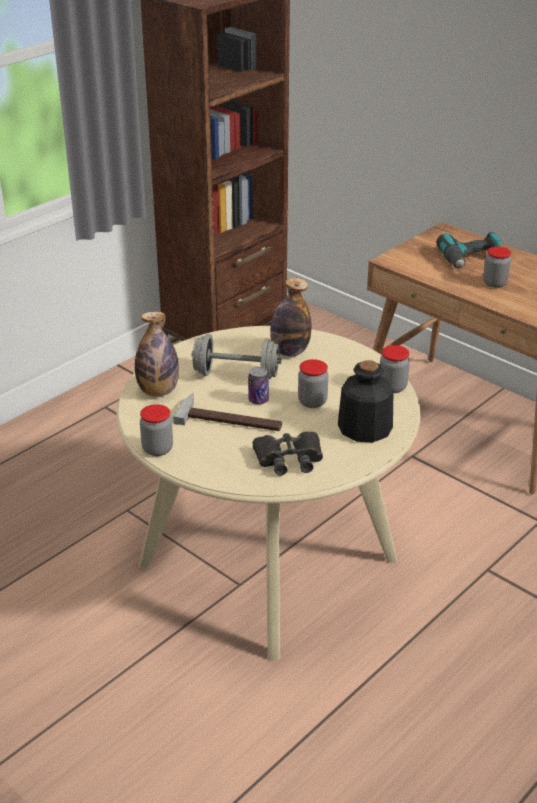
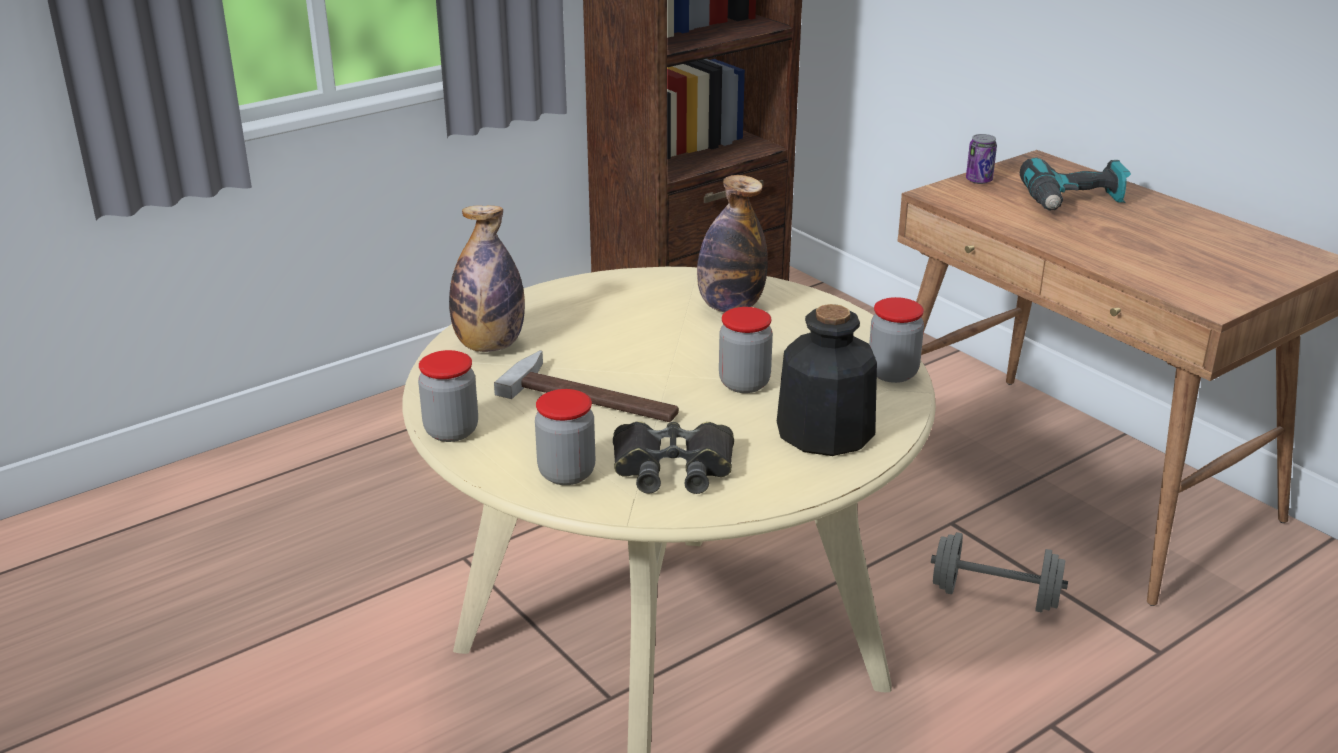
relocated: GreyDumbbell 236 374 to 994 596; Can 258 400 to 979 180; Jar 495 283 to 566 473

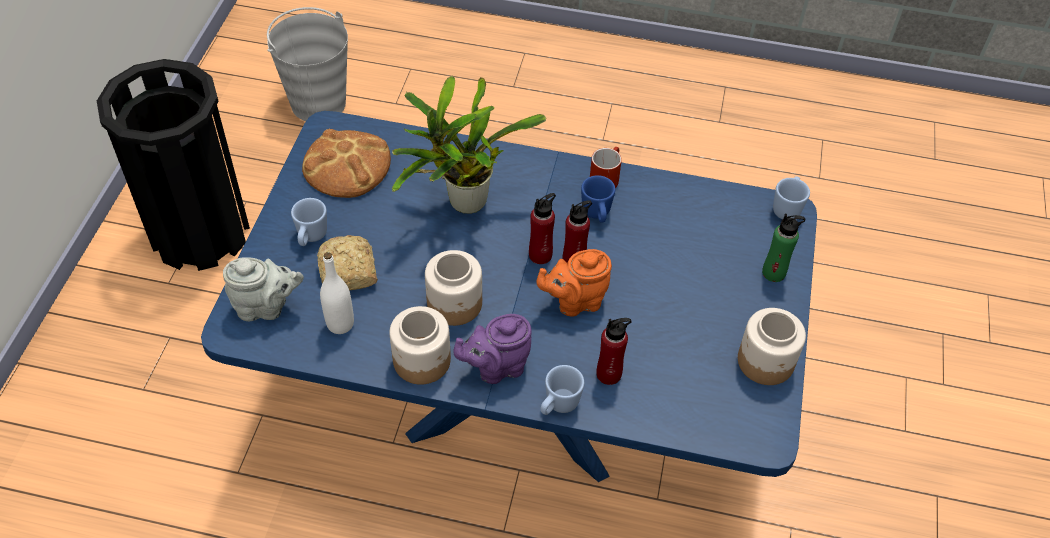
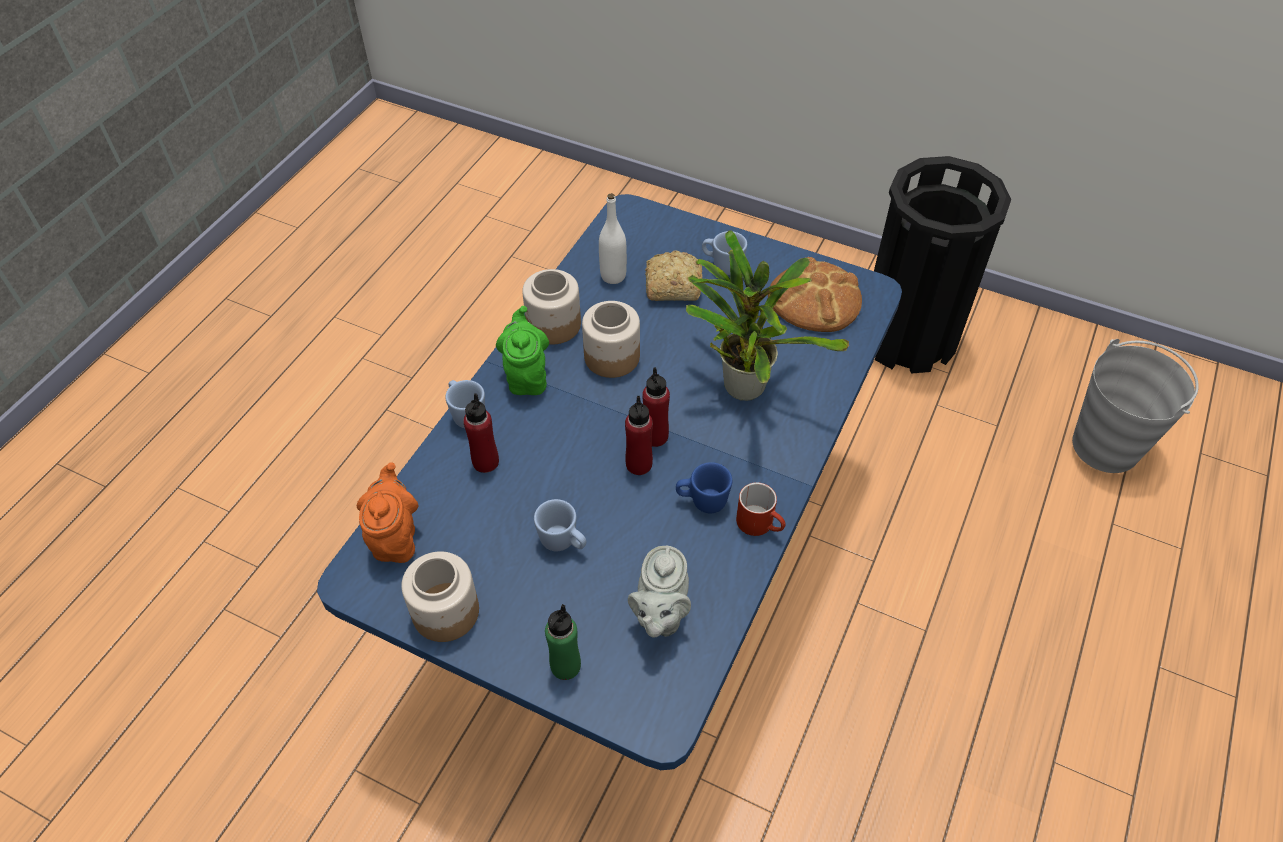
relocated: GreyTeapot 266 307 to 660 615; OrangeTeapot 575 301 to 395 537; BlueMug 787 208 to 563 542
colour: PurpleTeapot 496 367 to GreenTeapot 526 376

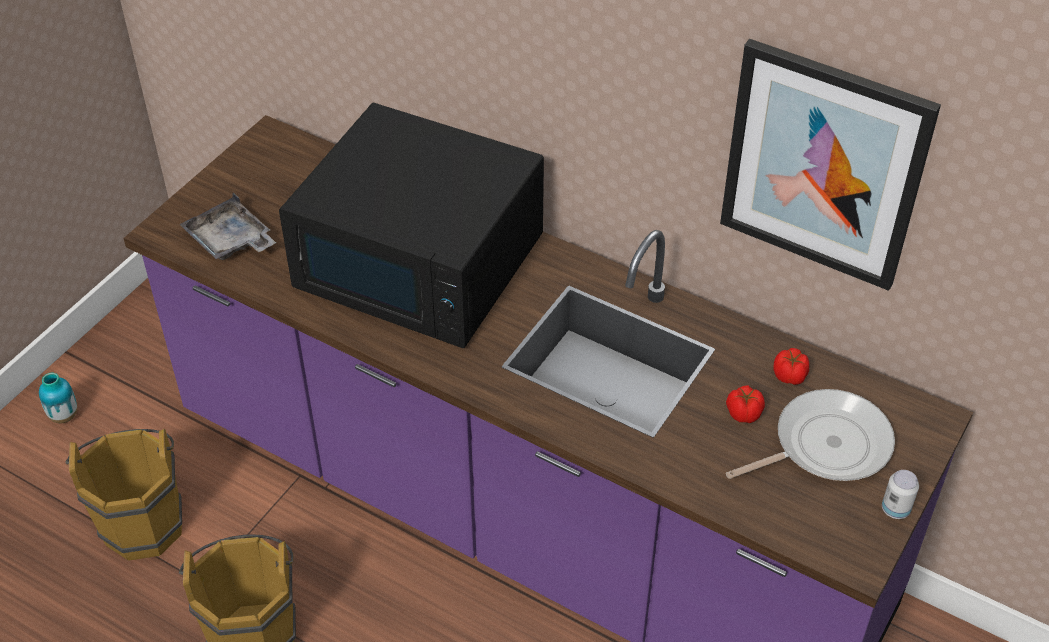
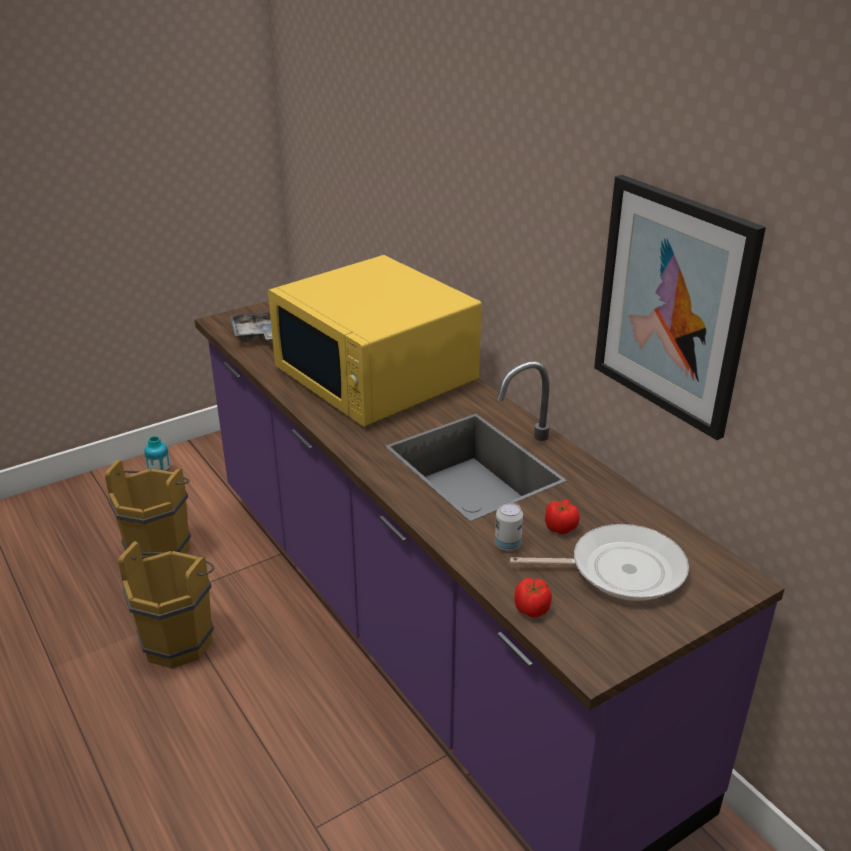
relocated: Tomato 790 376 to 532 610; Can 895 509 to 507 545
colour: BlackMicrowave 421 264 to YellowMicrowave 376 376

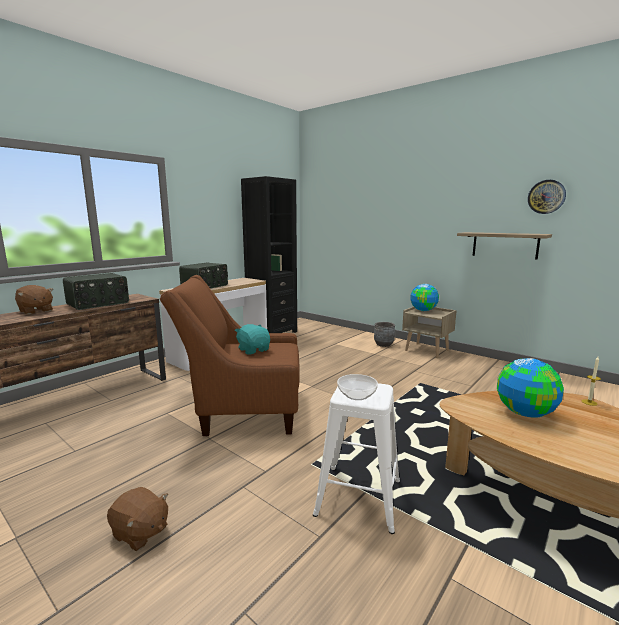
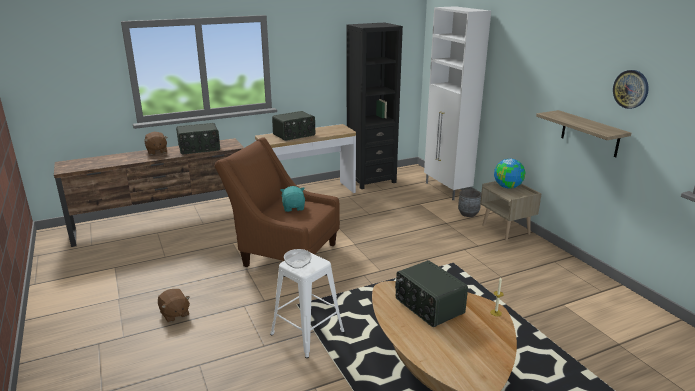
appeared: WhiteCabinet 447 190
exchanged: Globe 525 413 to Radio 428 306

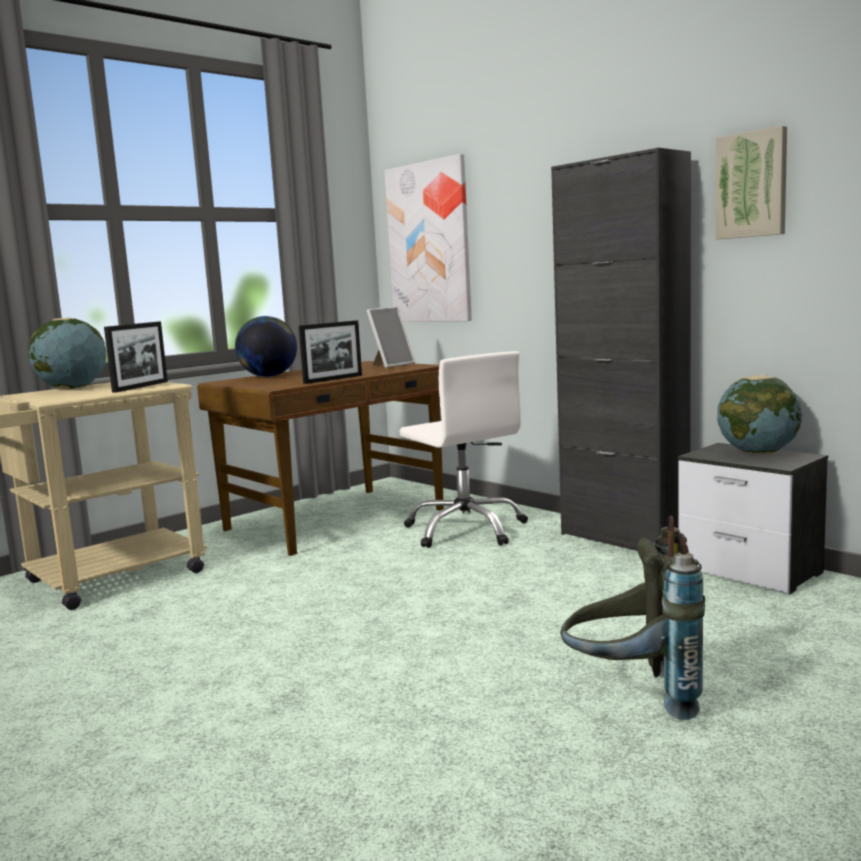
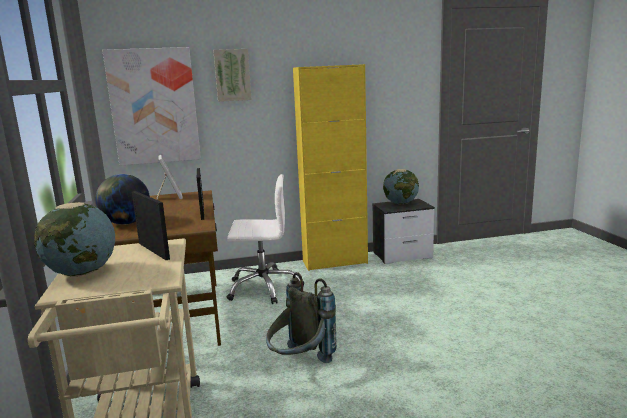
relocated: GreyBackpack 633 695 to 300 364; Picture 752 185 to 232 75
colour: BlackCabinet 623 539 to YellowCabinet 335 262

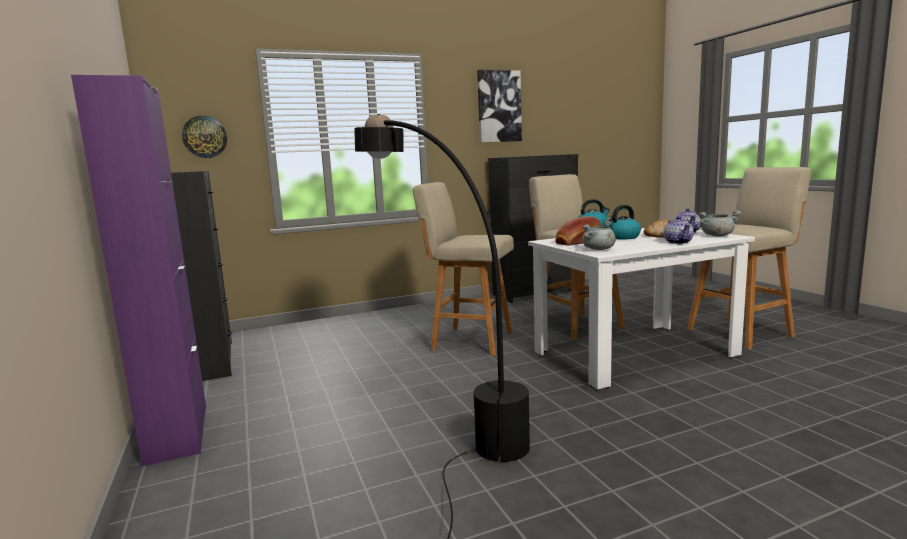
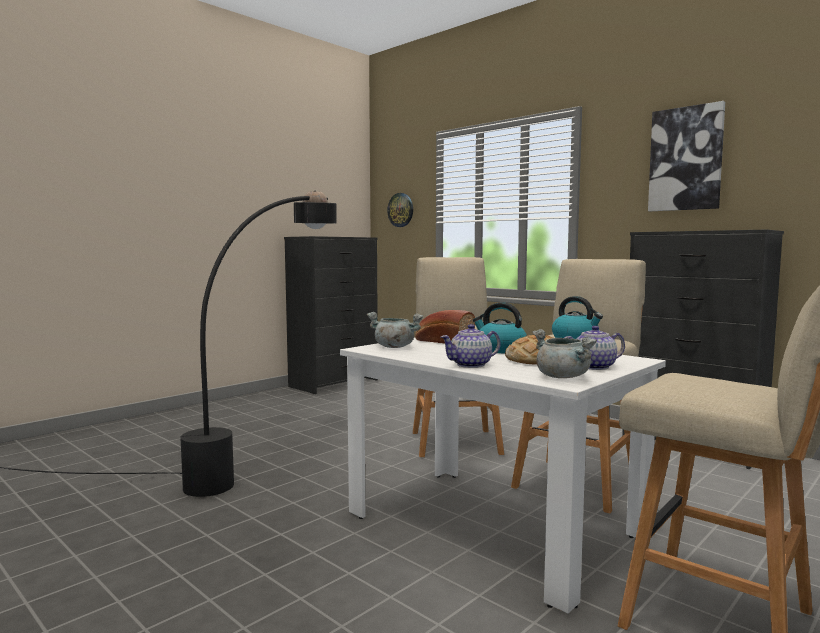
missing: PurpleCabinet 177 433

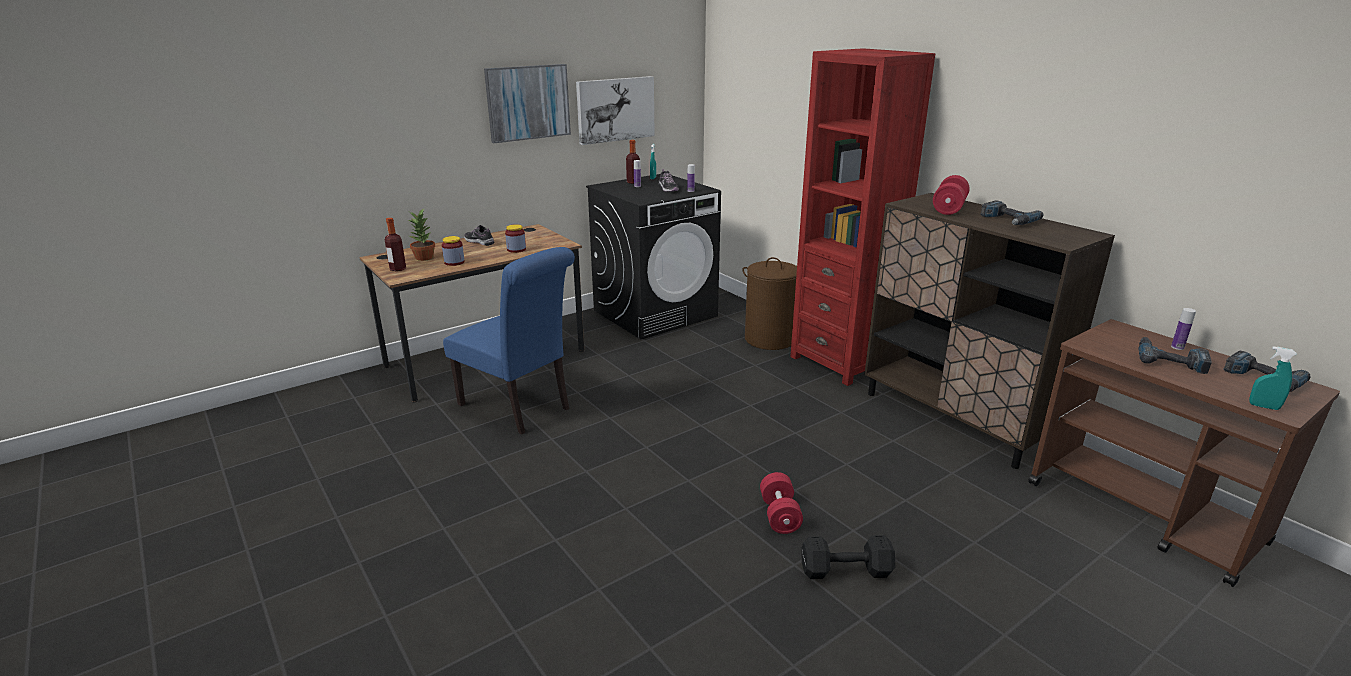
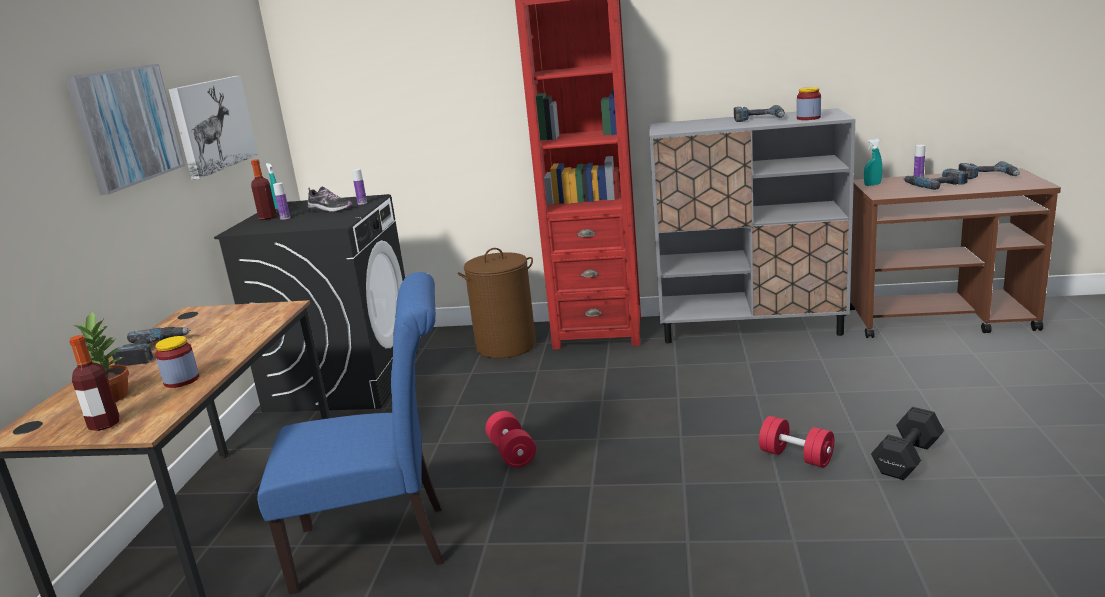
relocated: Jar 516 249 to 808 118; RedDumbbell 949 208 to 512 453; TurquoiseSprayBottle 1263 406 to 872 185
exchanged: Shoe 479 242 to PowerDrill 151 351
colour: BrownCabinet 955 419 to GreyCabinet 750 327

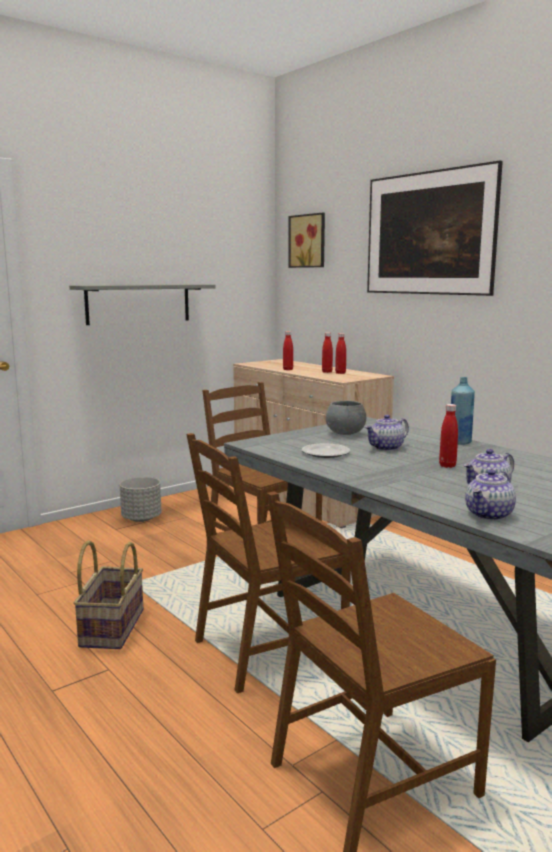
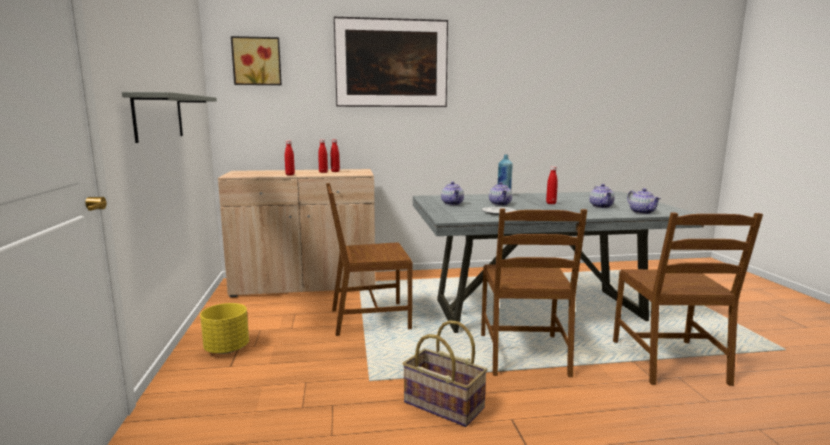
exchanged: GreyBowl 346 433 to Teapot 452 203
colour: GreyPlanter 142 518 to YellowPlanter 227 349

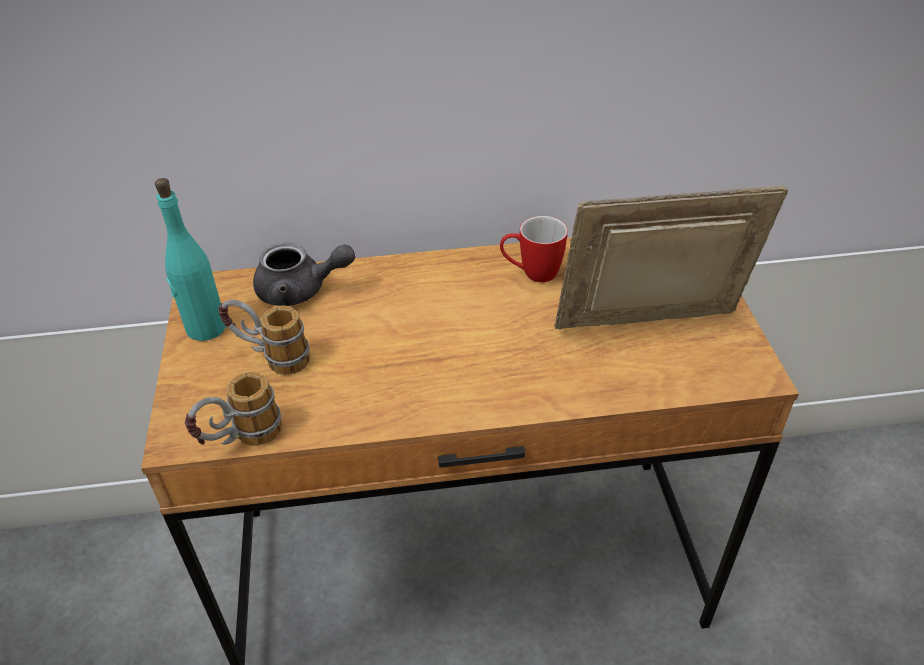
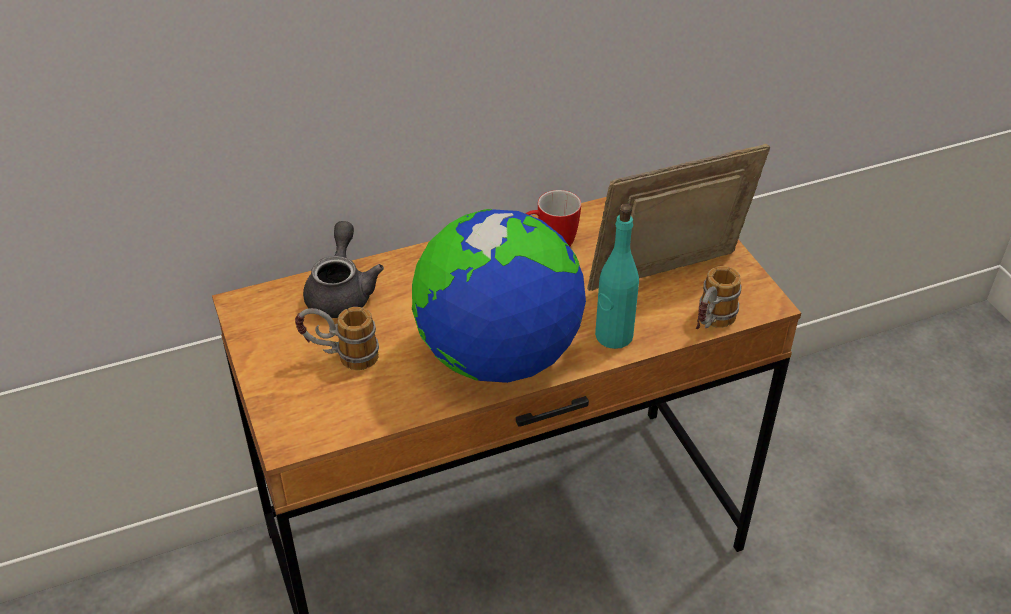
appeared: Globe 498 357
relocated: TurquoiseBottle 205 328 to 613 336; Mug 241 441 to 710 326
spun: GreyTeapot 301 290 = 342 292 75 degrees counterclockwise

